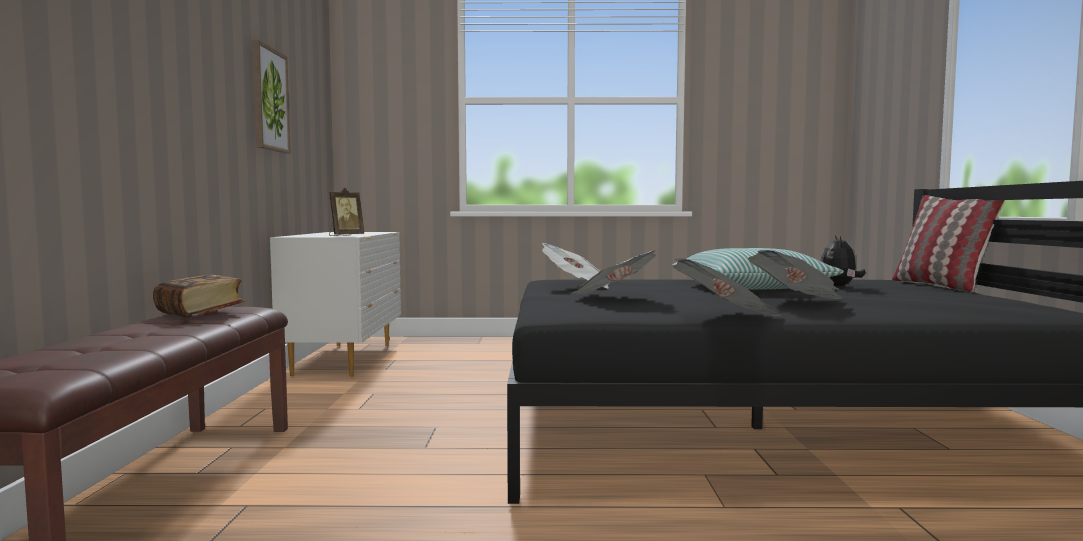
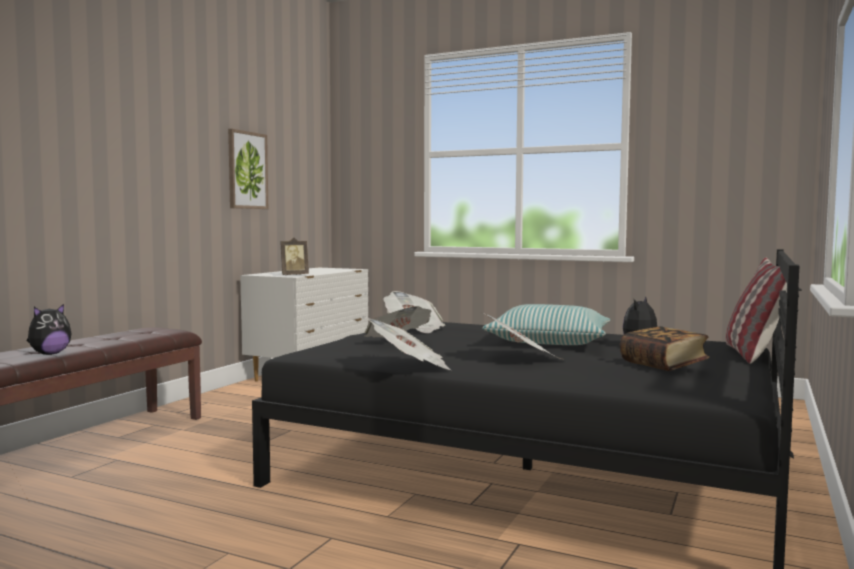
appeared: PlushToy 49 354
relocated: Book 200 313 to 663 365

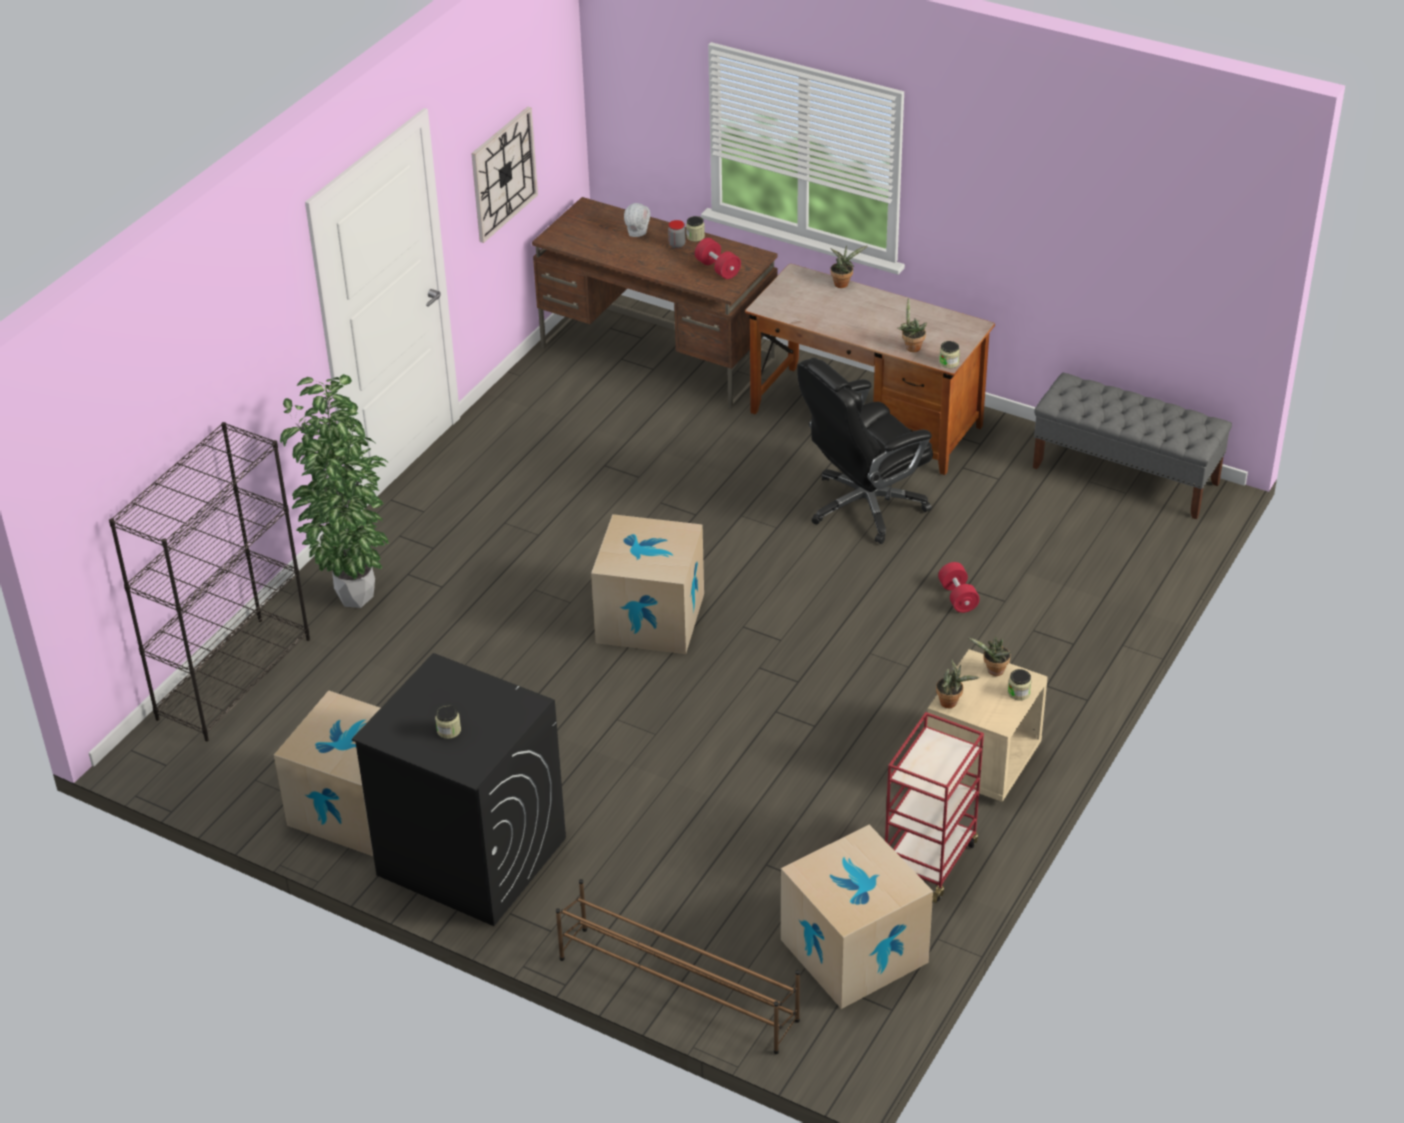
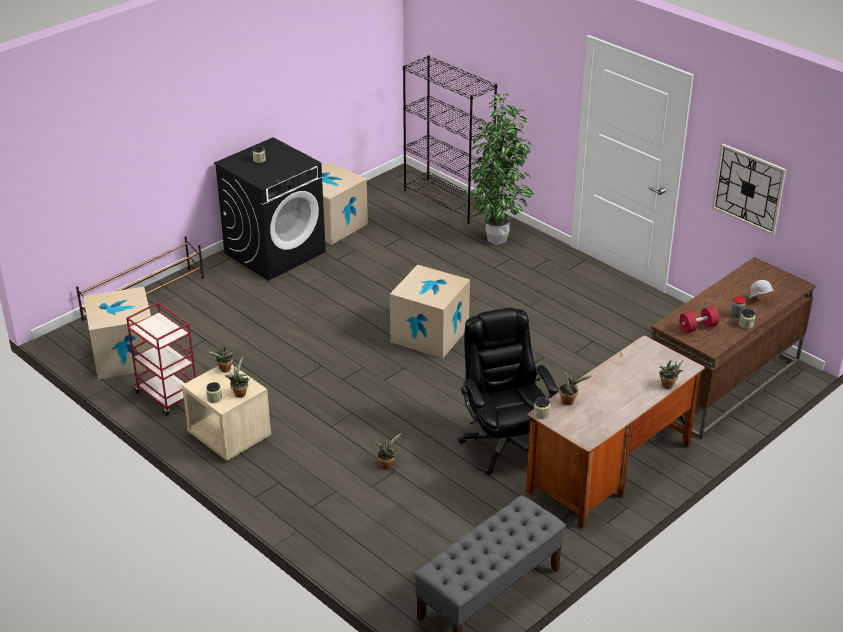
exchanged: RedDumbbell 958 597 to PottedPlant 386 464

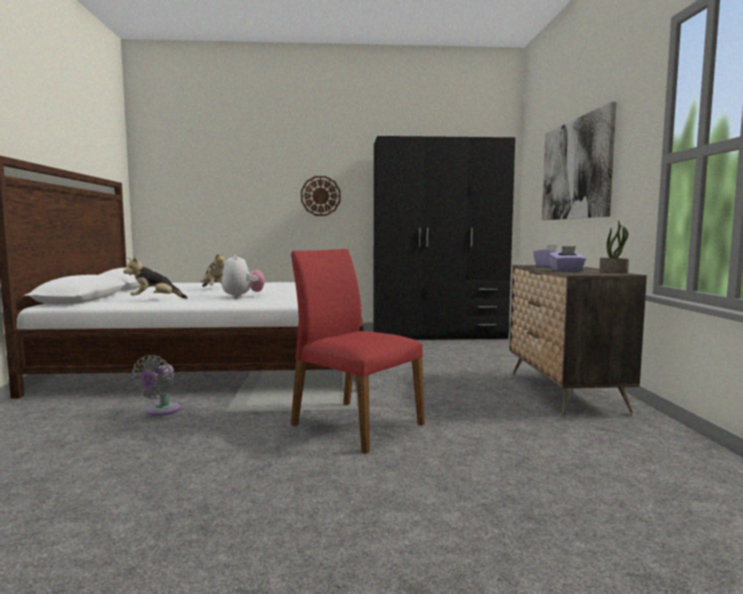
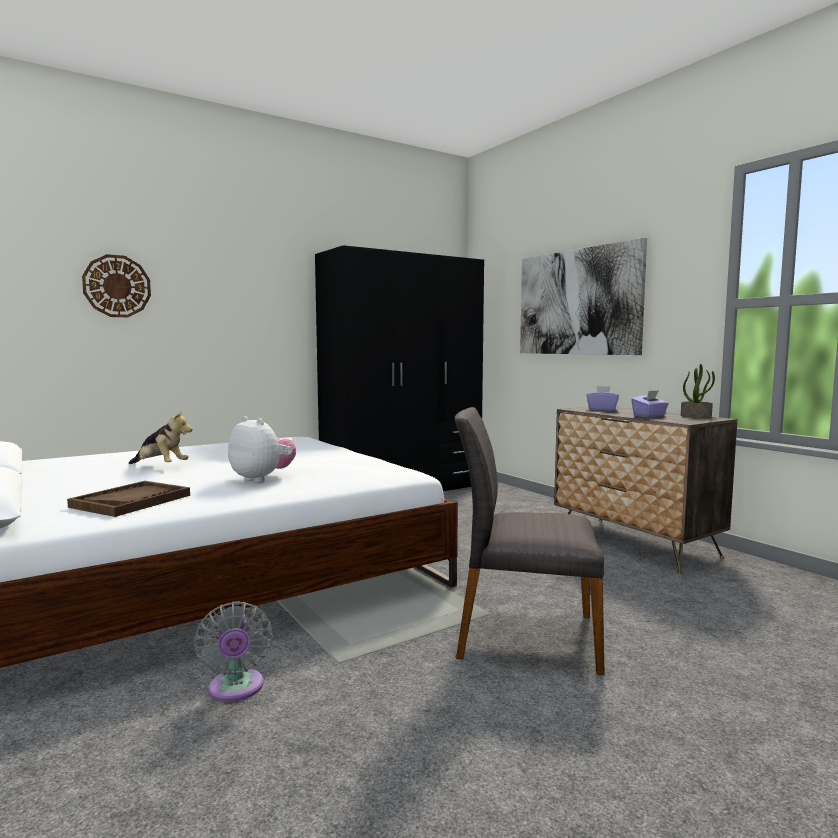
relocated: WallClock 320 196 to 117 286
exchanged: PlushToy 155 299 to BrownTray 131 501
colour: RedChair 355 424 to GreyChair 525 636

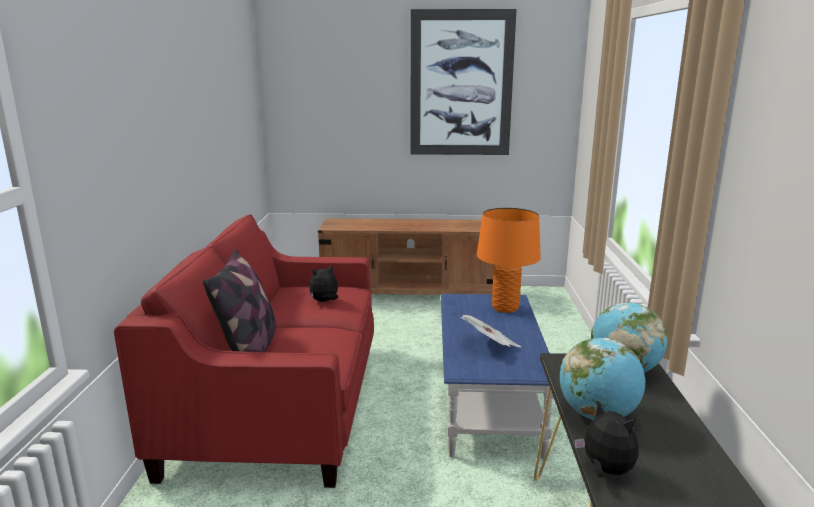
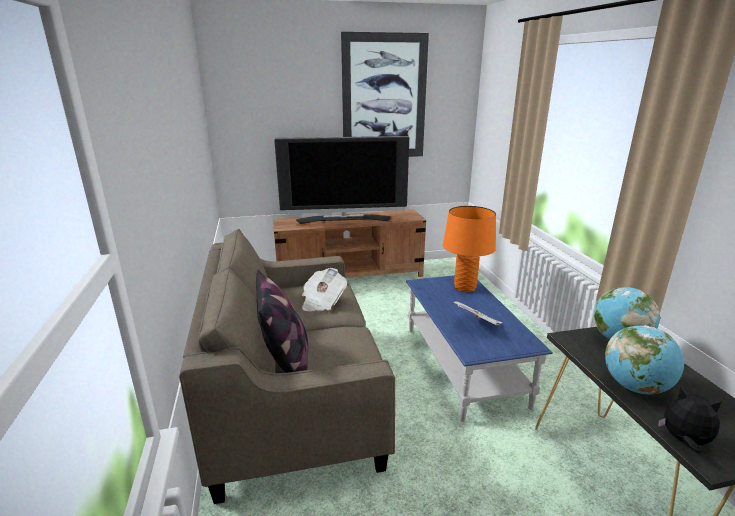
appeared: Television 344 219
exchanged: PlushToy 324 301 to Newspaper 322 301
colour: RedSofa 279 402 to BeigeSofa 293 395

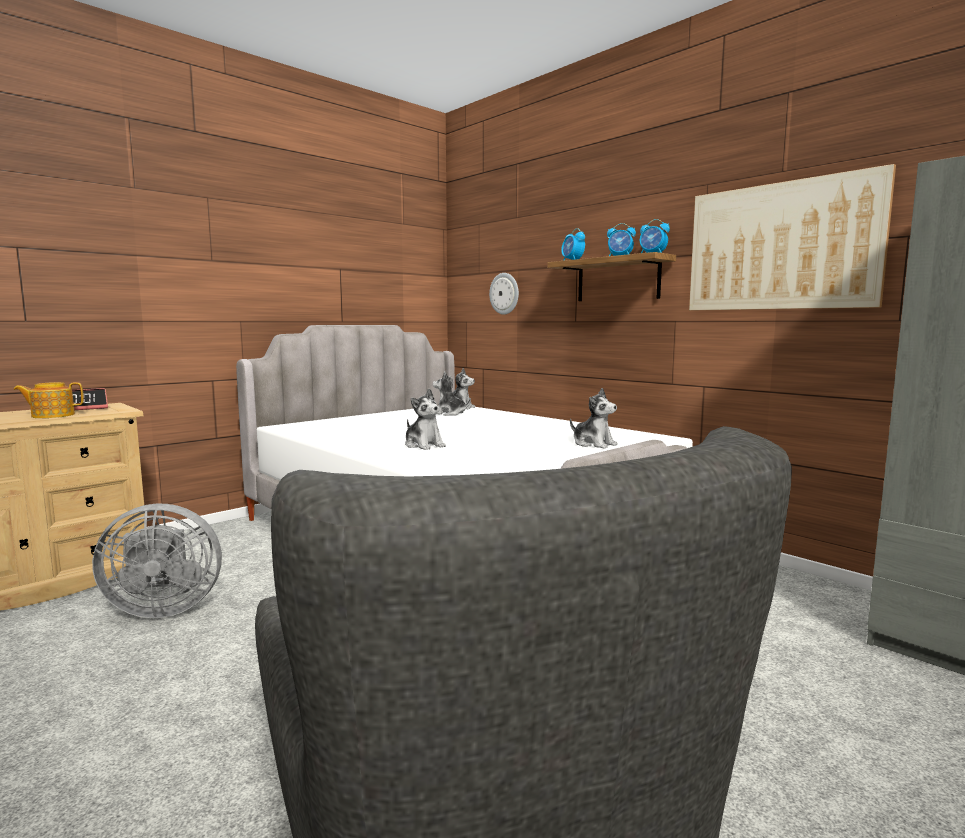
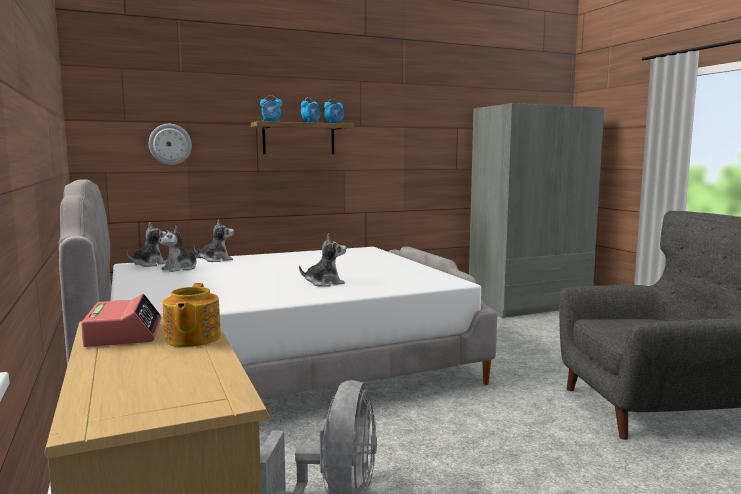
missing: Picture 781 247
relocated: PlushToy 593 444 to 216 260

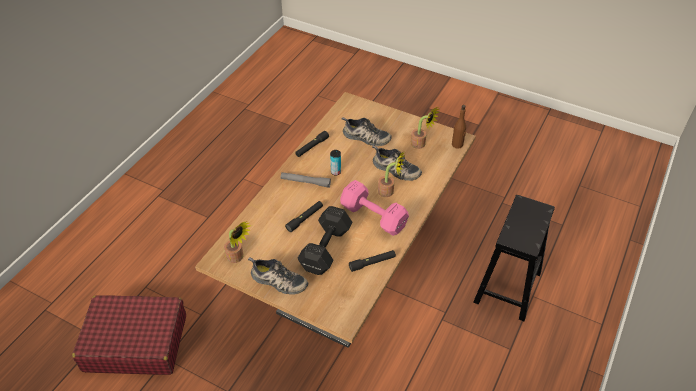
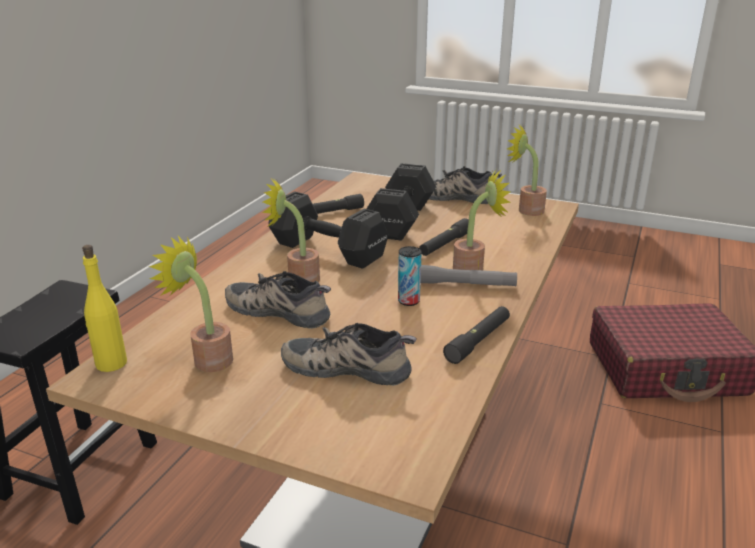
appeared: PottedPlant 474 269
colour: PinkDumbbell 372 215 to BlackDumbbell 329 252; BrownBottle 457 144 to YellowBottle 111 363

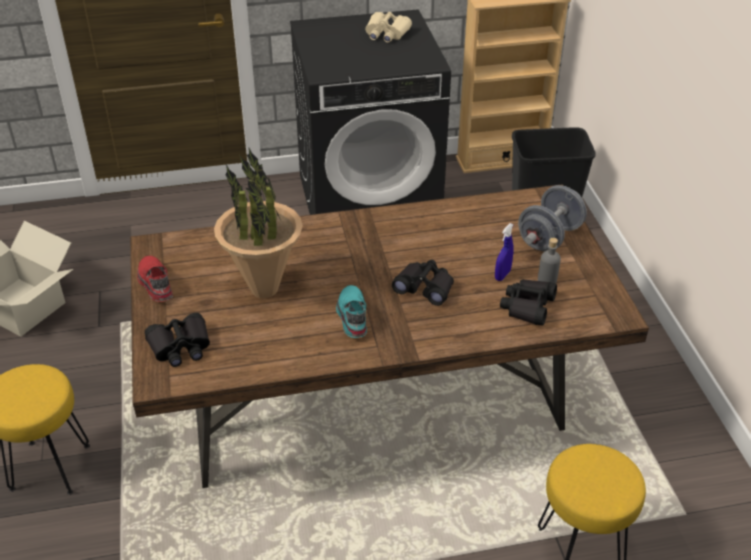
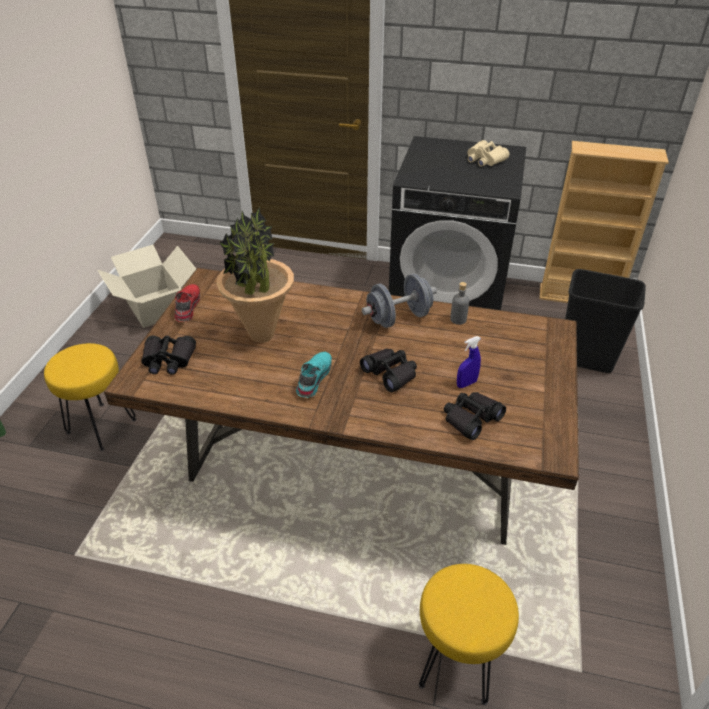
relocated: GreyDumbbell 549 237 to 398 318; GreyBottle 547 280 to 458 319

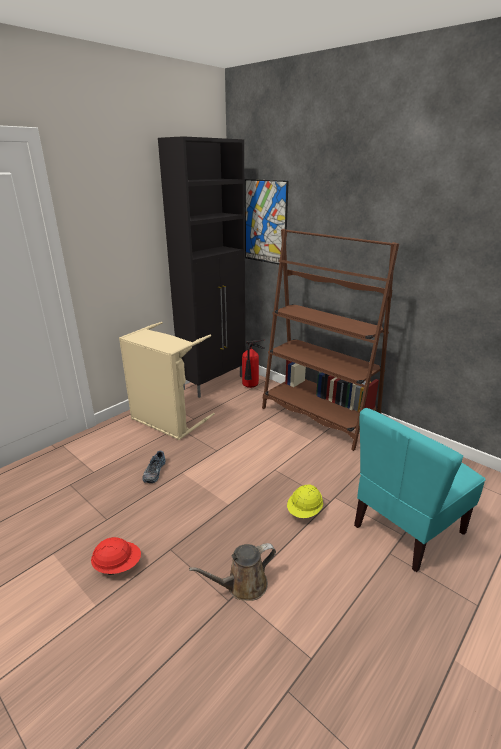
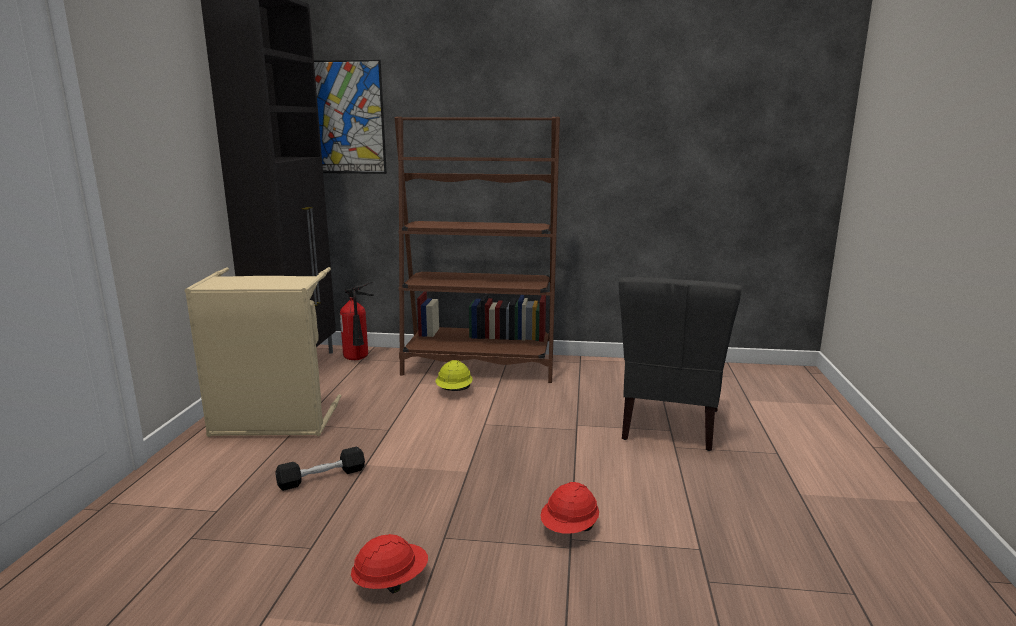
relocated: YellowHardHat 304 511 to 454 391
exchanged: Shoe 154 472 to BlackDumbbell 321 477; BrownWateringCan 243 585 to RedHardHat 569 529
colour: TurquoiseChair 406 528 to GreyChair 668 424

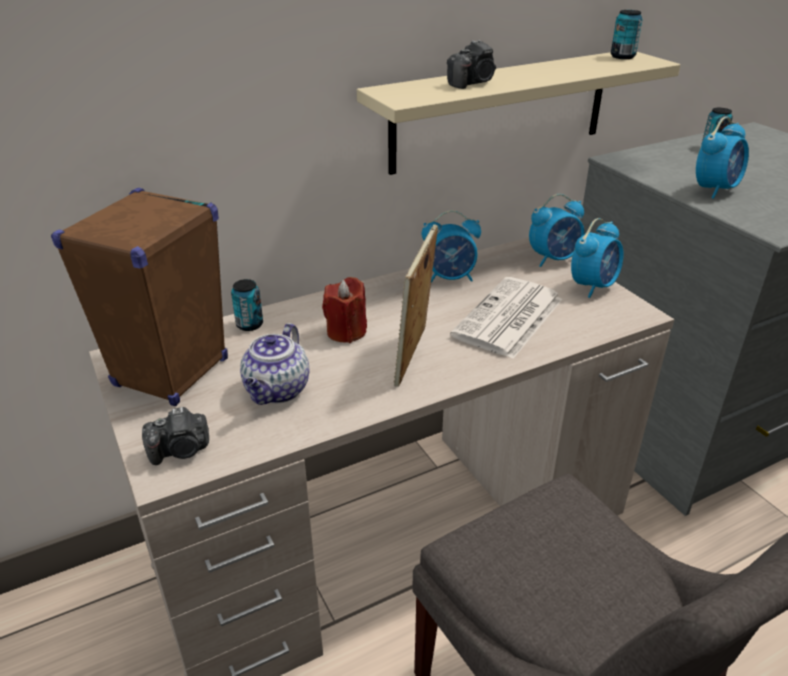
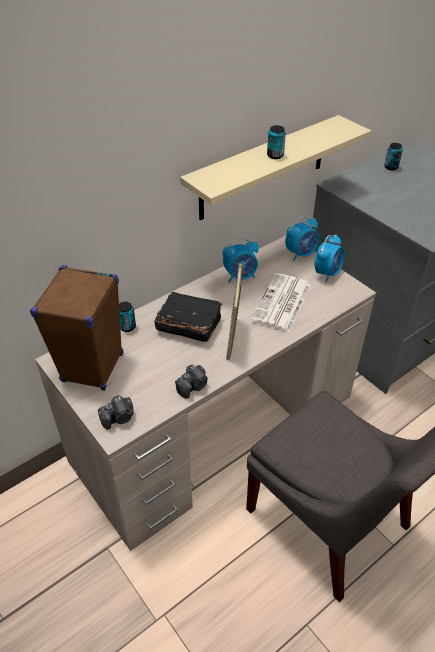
missing: Teapot 277 391; AlarmClock 715 190
relocated: PhotoCamera 472 83 to 193 387; Can 622 56 to 275 155
exchanged: RedCandle 346 332 to BlackBook 188 325

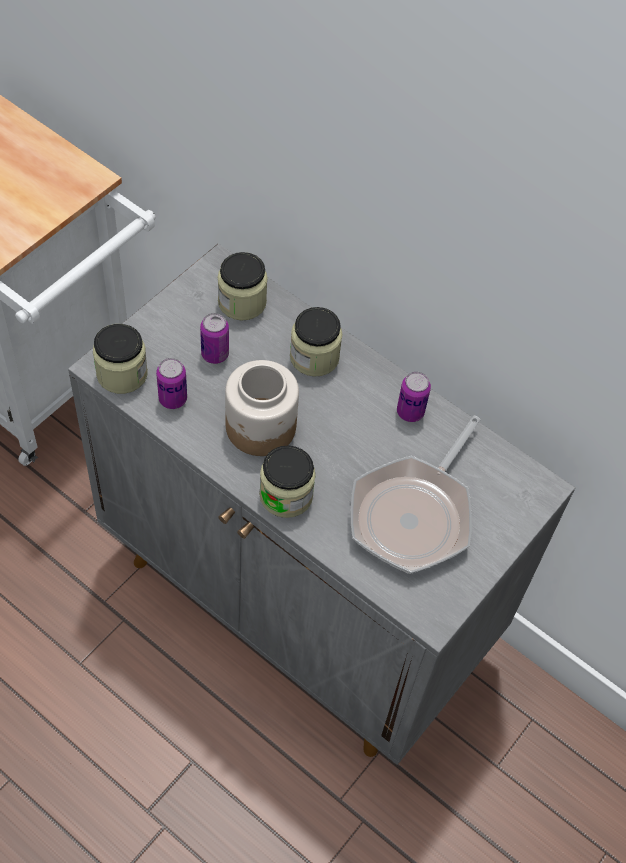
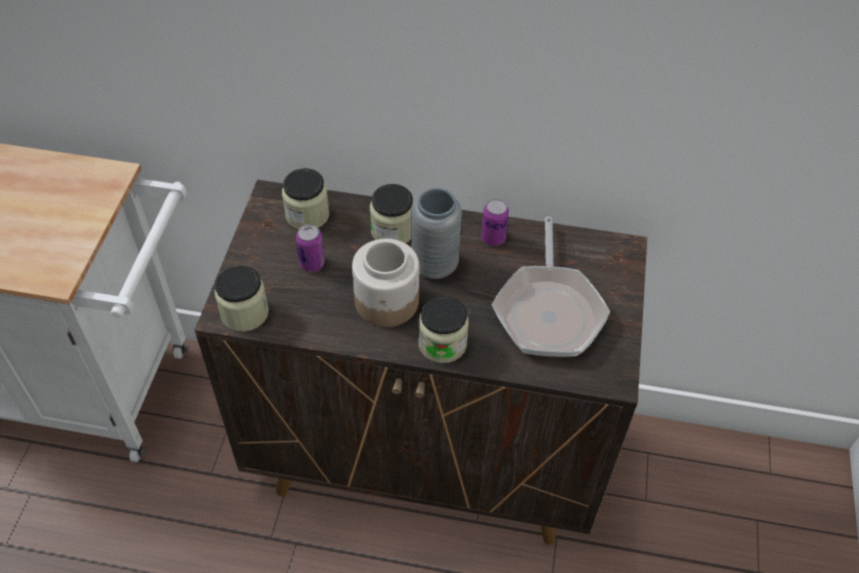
missing: Can 173 399
appeared: GreyVase 434 265
colour: GreyCabinet 300 603 to BrownCabinet 428 457

